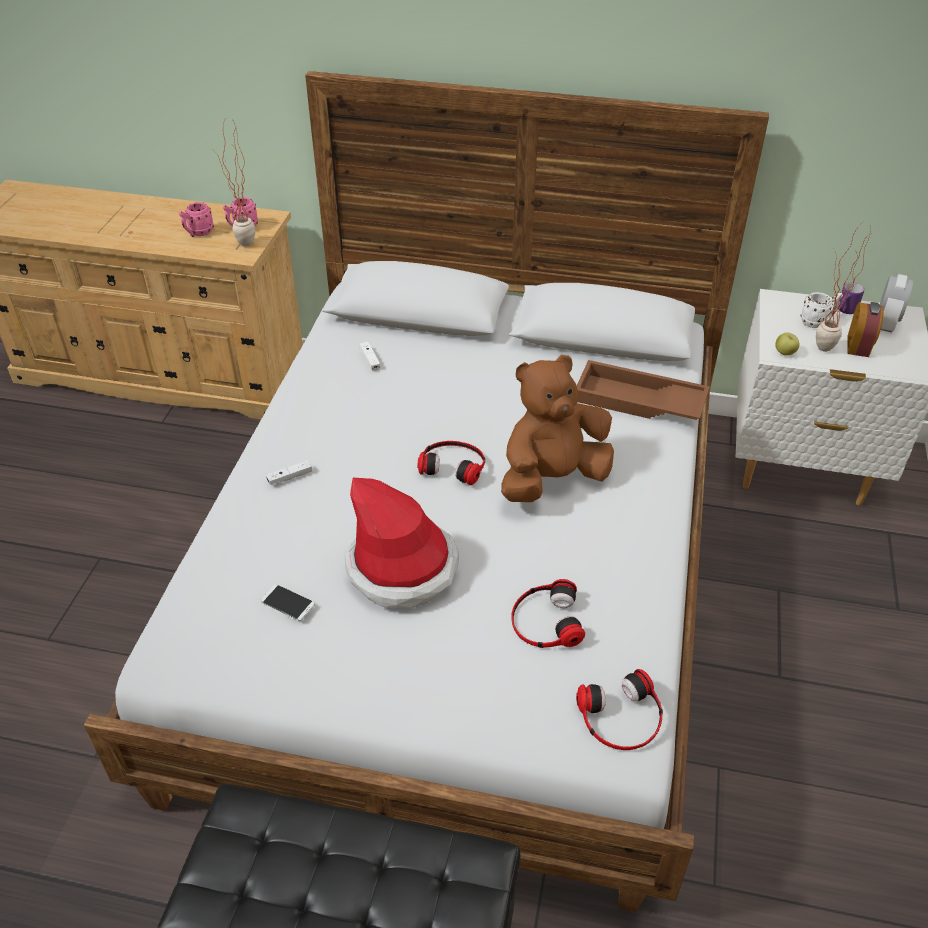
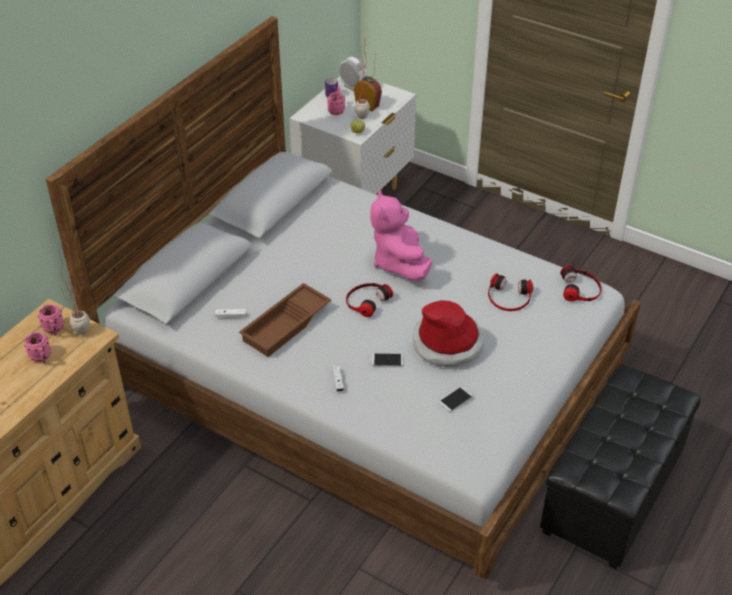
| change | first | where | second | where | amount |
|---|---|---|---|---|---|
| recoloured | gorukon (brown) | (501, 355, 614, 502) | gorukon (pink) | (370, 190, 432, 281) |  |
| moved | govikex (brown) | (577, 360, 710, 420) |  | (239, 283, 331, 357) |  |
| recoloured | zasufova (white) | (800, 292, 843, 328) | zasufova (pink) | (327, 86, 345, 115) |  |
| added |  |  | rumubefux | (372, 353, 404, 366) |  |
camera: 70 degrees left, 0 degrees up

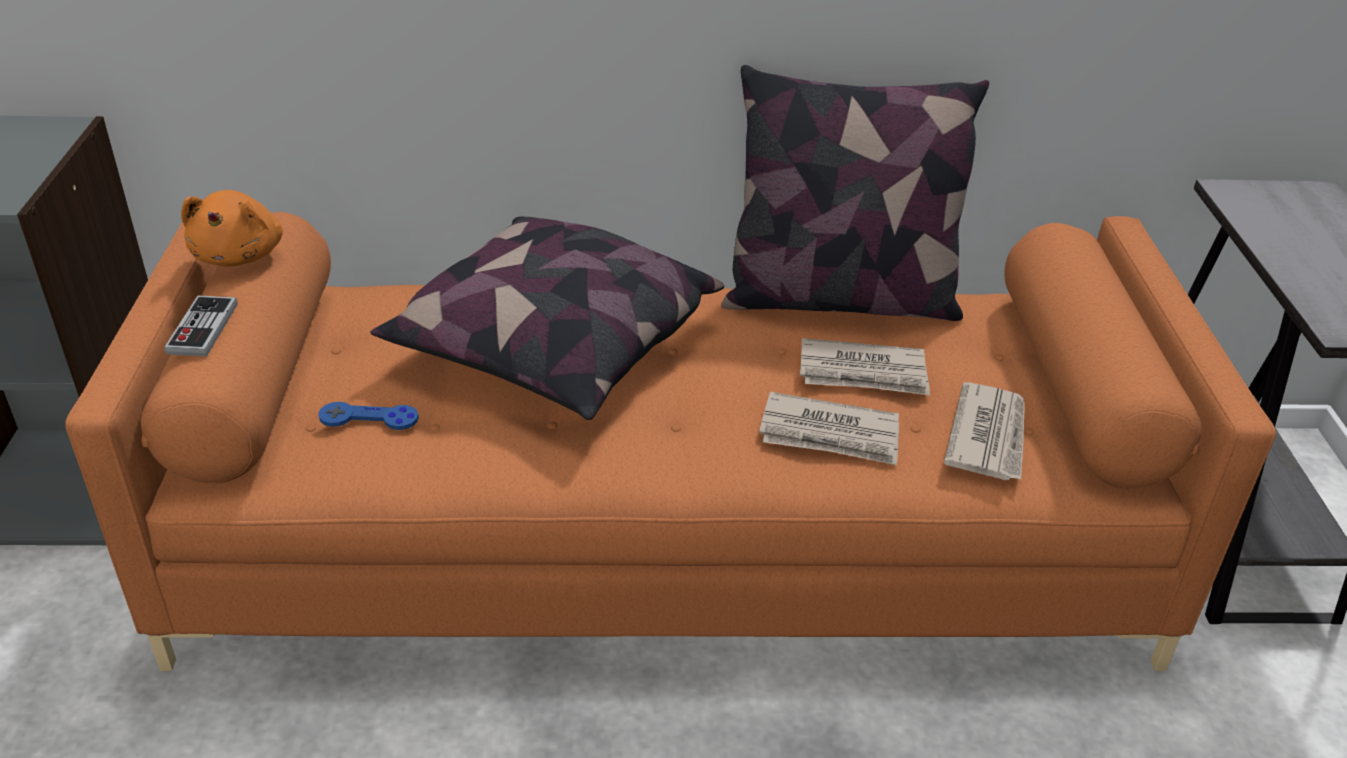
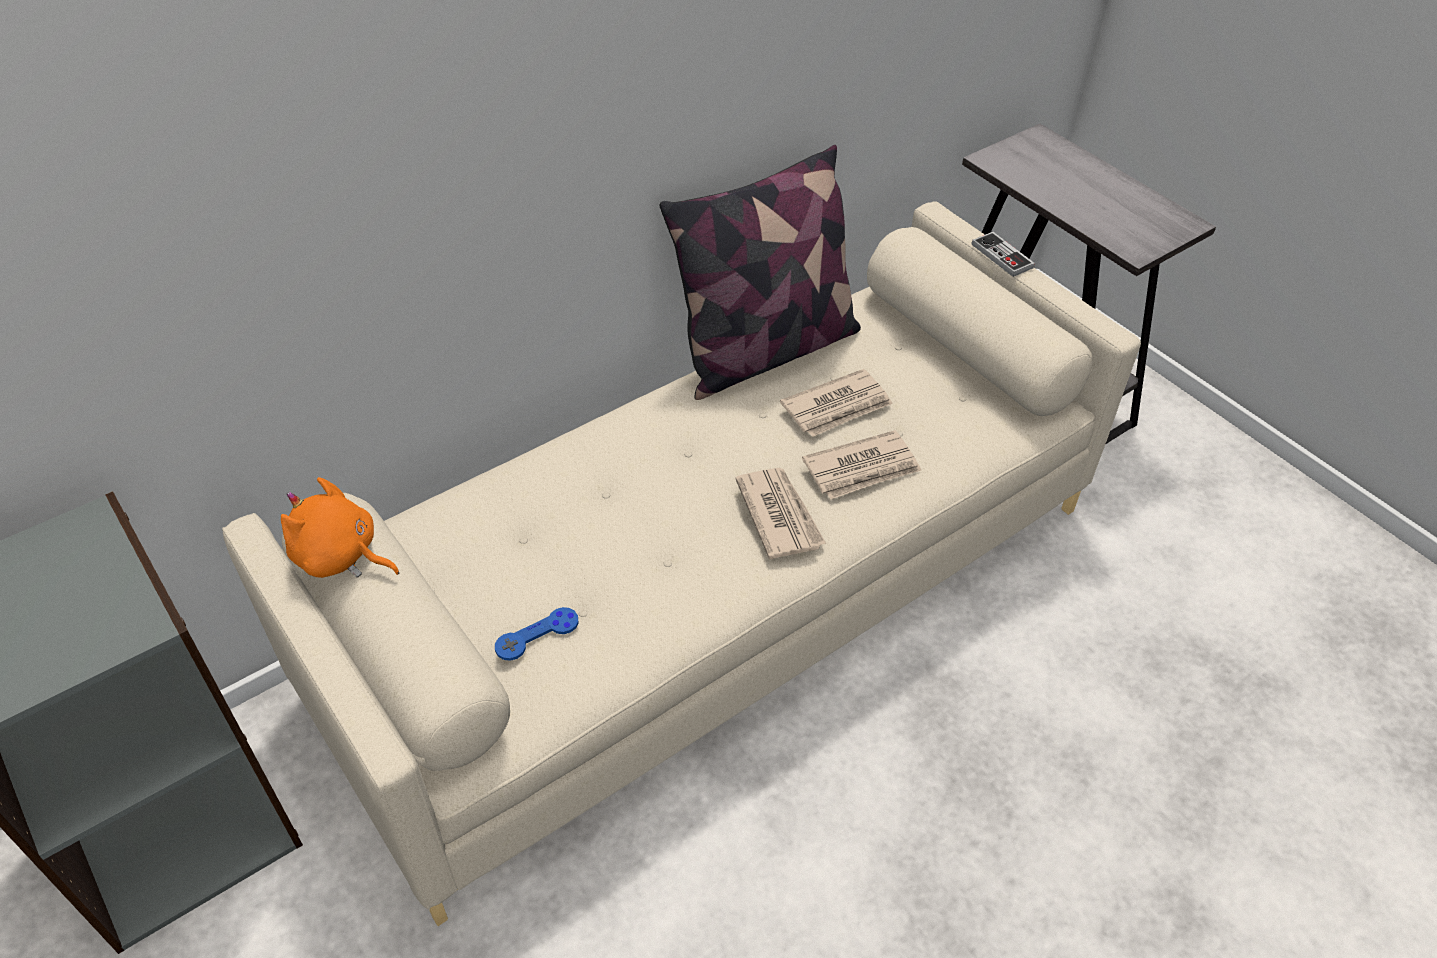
| change | first | where | second | where | amount |
|---|---|---|---|---|---|
| recoloured | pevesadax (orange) | (65, 212, 1276, 671) | pevesadax (beige) | (222, 201, 1141, 926) |  |
| moved | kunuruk | (164, 295, 237, 357) |  | (972, 232, 1035, 277) |  |
| turned | gorukon (orange) | (181, 190, 283, 266) |  | (281, 477, 399, 578) | 150 degrees clockwise |
| removed | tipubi | (370, 217, 724, 420) |  |  |  |
| moved | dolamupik | (944, 382, 1025, 480) |  | (735, 468, 826, 559) |  |
camera: 35 degrees left, 10 degrees up

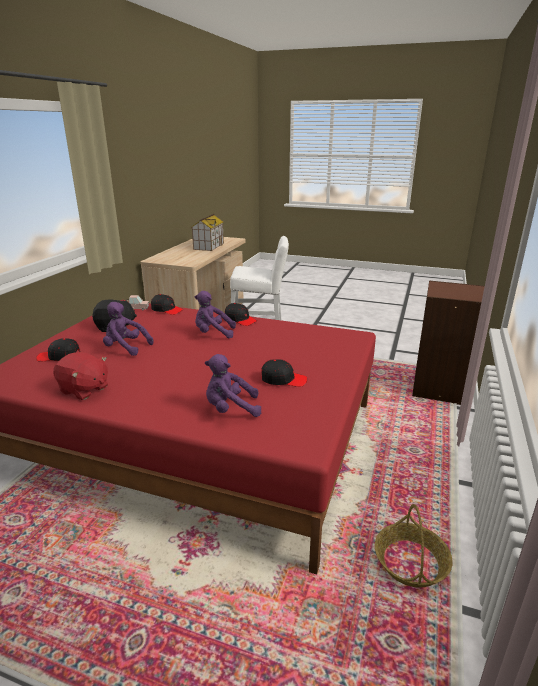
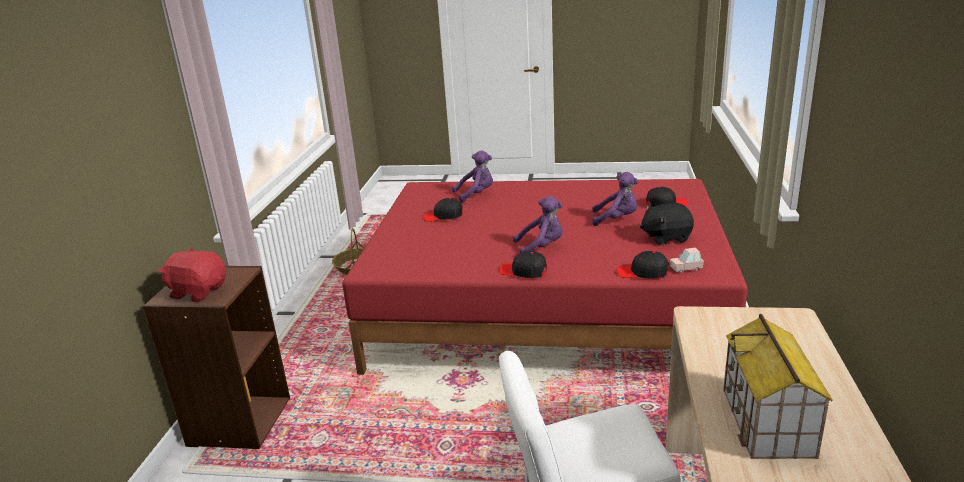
| change | first | where | second | where | amount |
|---|---|---|---|---|---|
| moved | gorukon (red) | (53, 352, 108, 400) |  | (158, 248, 226, 302) |  |
camera: 170 degrees right, 0 degrees up

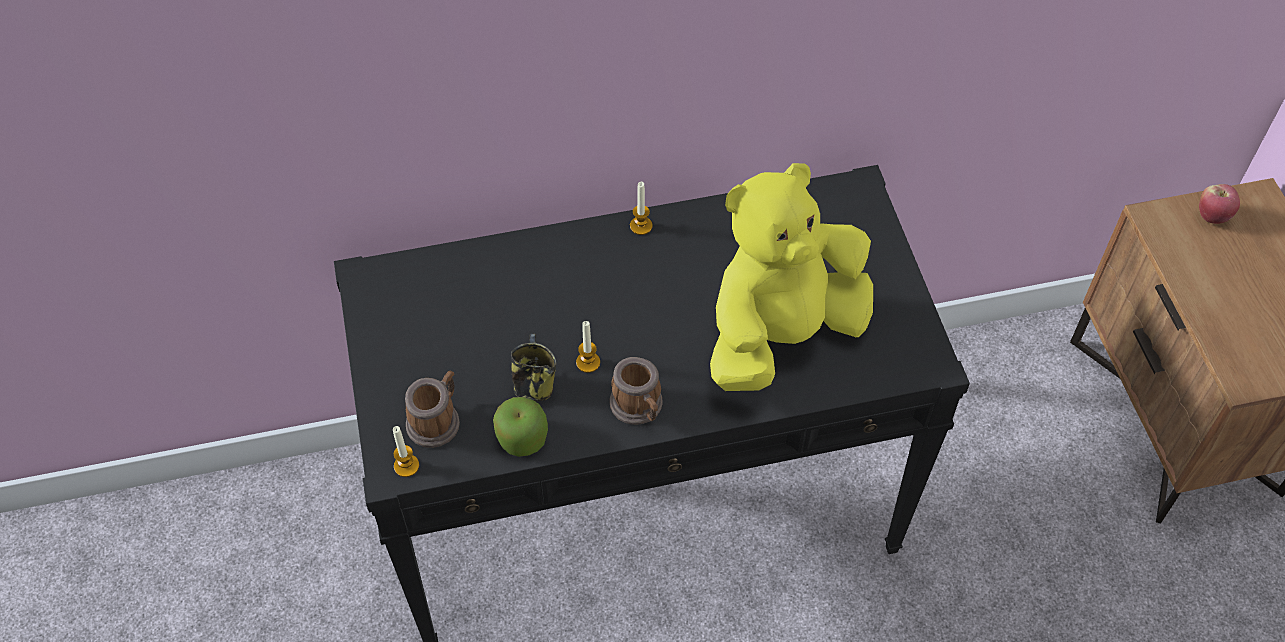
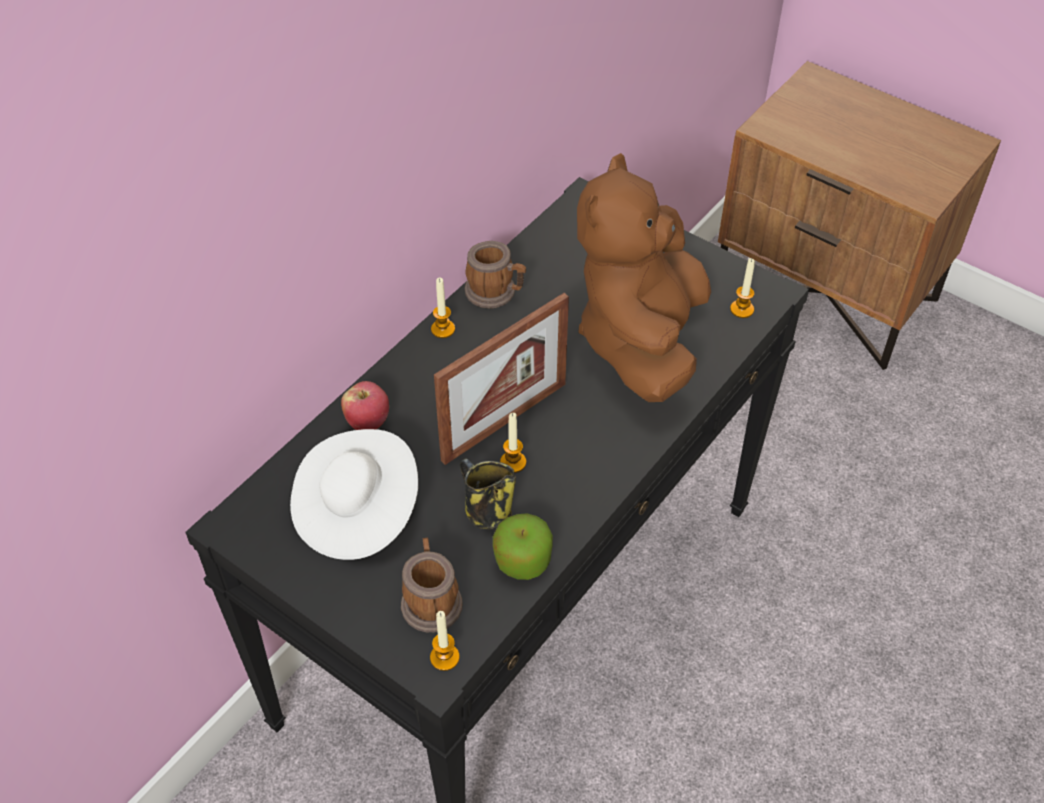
| change | first | where | second | where | amount |
|---|---|---|---|---|---|
| moved | zasufova | (610, 357, 663, 425) |  | (465, 241, 526, 308) |  |
| recoloured | gorukon (yellow) | (710, 163, 873, 391) | gorukon (brown) | (577, 153, 711, 402) |  |
| moved | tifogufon | (1199, 184, 1240, 224) |  | (341, 381, 389, 430) |  |
| added |  |  | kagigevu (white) | (290, 429, 418, 560) |  |
| added |  |  | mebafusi | (434, 293, 569, 465) |  |
| added |  |  | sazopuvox | (730, 258, 755, 318) |  |
camera: 40 degrees left, 5 degrees down

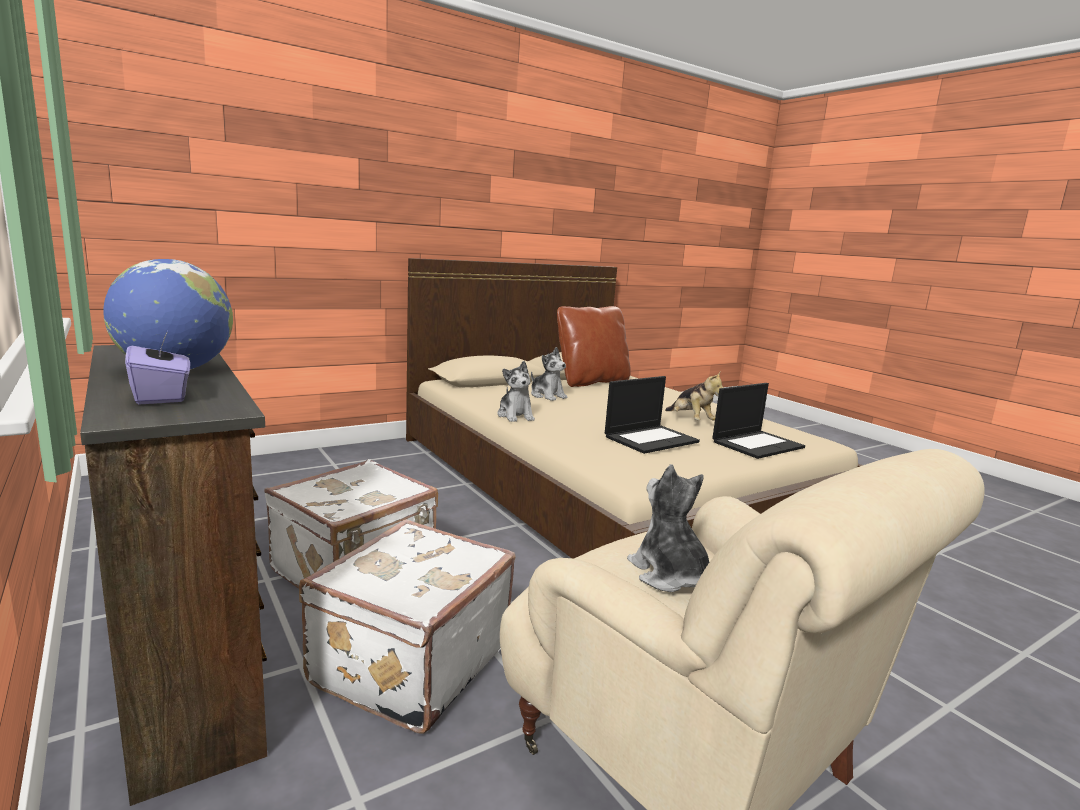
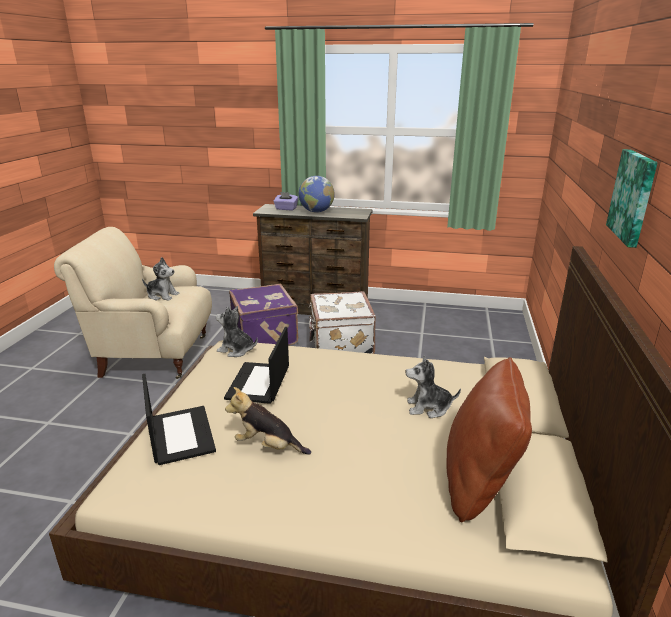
| change | first | where | second | where | amount |
|---|---|---|---|---|---|
| recoloured | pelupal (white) | (299, 519, 516, 734) | pelupal (purple) | (229, 284, 298, 345) |  |
| moved | gorukon | (497, 361, 535, 422) |  | (216, 306, 258, 357) |  |
| turned | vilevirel | (712, 383, 805, 459) |  | (142, 374, 216, 465) | 150 degrees clockwise |
| added |  |  | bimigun | (606, 149, 658, 248) |  |
camera: 135 degrees right, 10 degrees up

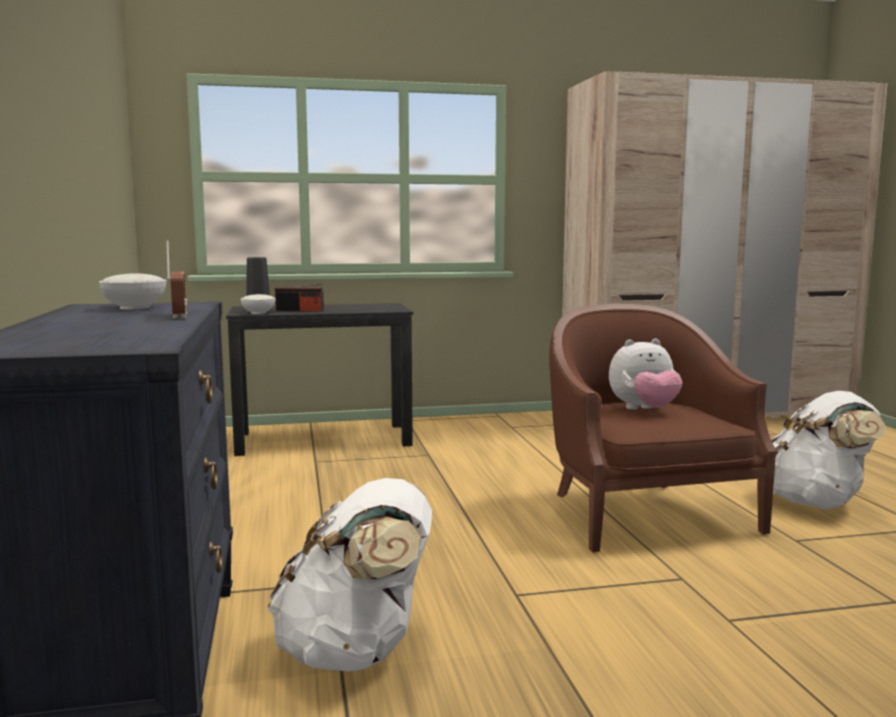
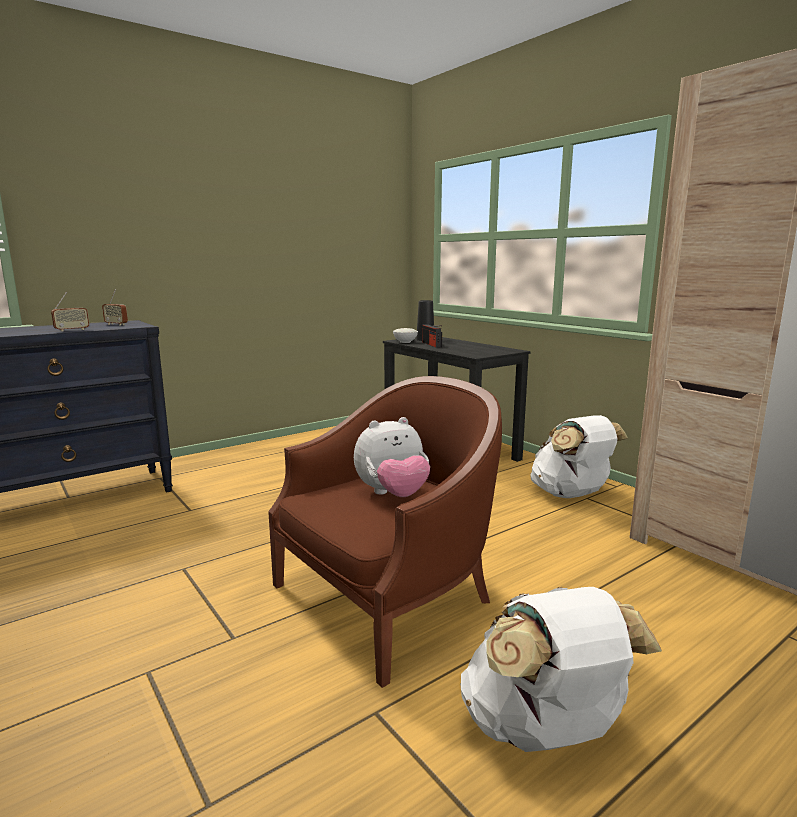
| change | first | where | second | where | amount |
|---|---|---|---|---|---|
| replaced | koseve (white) | (99, 274, 166, 309) | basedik | (102, 289, 128, 326) |  |
| moved | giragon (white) | (268, 478, 432, 672) |  | (530, 415, 628, 498) |  |
| turned | gorukon | (609, 339, 682, 410) |  | (354, 417, 430, 497) | 75 degrees counterclockwise |
camera: 65 degrees right, 5 degrees up

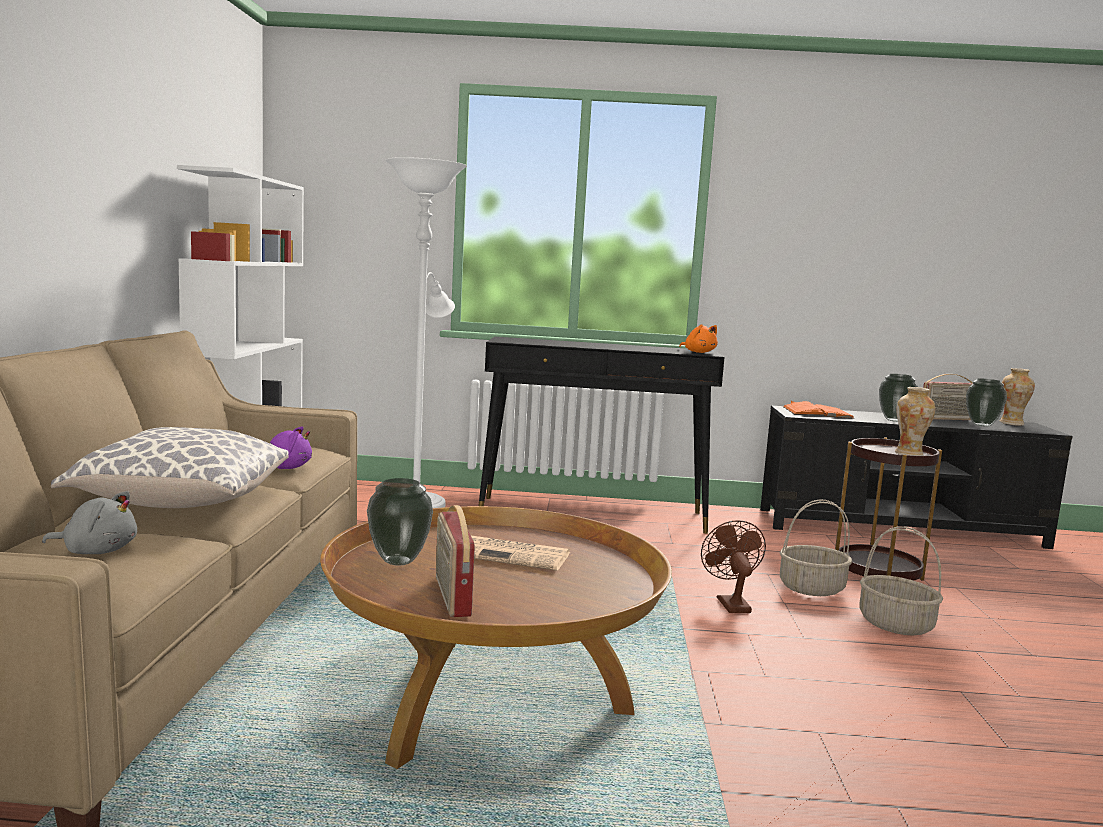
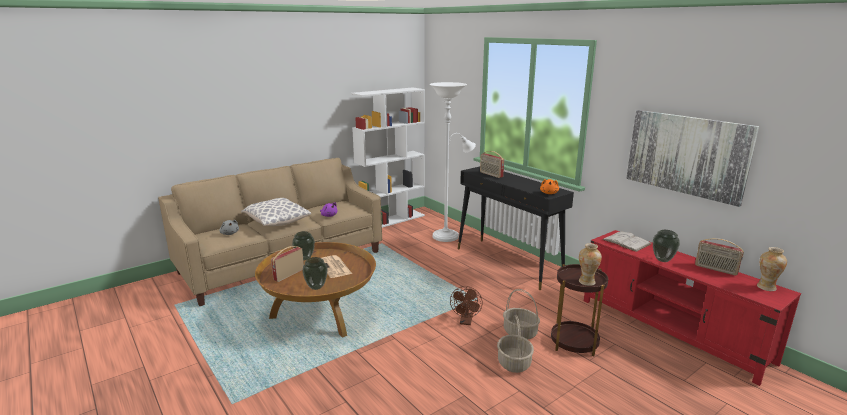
| change | first | where | second | where | amount |
|---|---|---|---|---|---|
| turned | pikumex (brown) | (701, 520, 766, 613) |  | (450, 286, 483, 325) | 150 degrees clockwise |
| recoloured | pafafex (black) | (760, 406, 1072, 549) | pafafex (red) | (584, 230, 801, 386) |  |
| recoloured | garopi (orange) | (782, 401, 855, 419) | garopi (white) | (602, 230, 651, 252) |  |
| moved | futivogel | (966, 379, 1007, 427) |  | (302, 257, 328, 290) |  |
| added |  |  | basedik | (480, 151, 504, 178) |  |
| added |  |  | bimigun | (626, 110, 759, 207) |  |
camera: 50 degrees right, 10 degrees up

